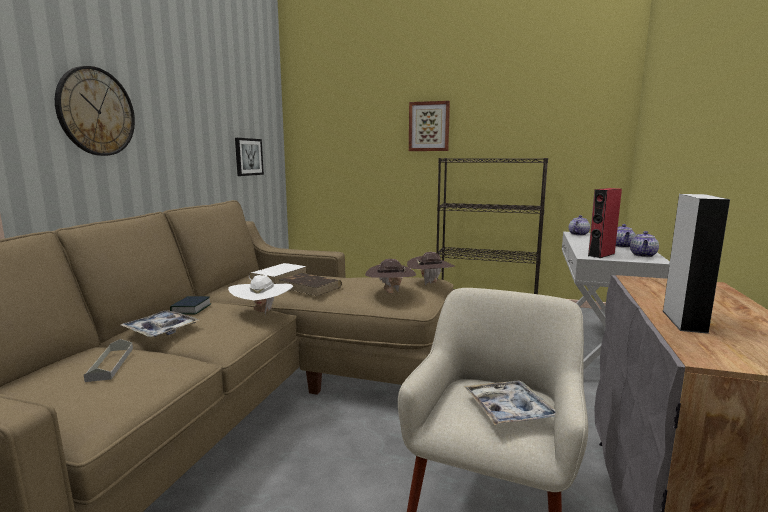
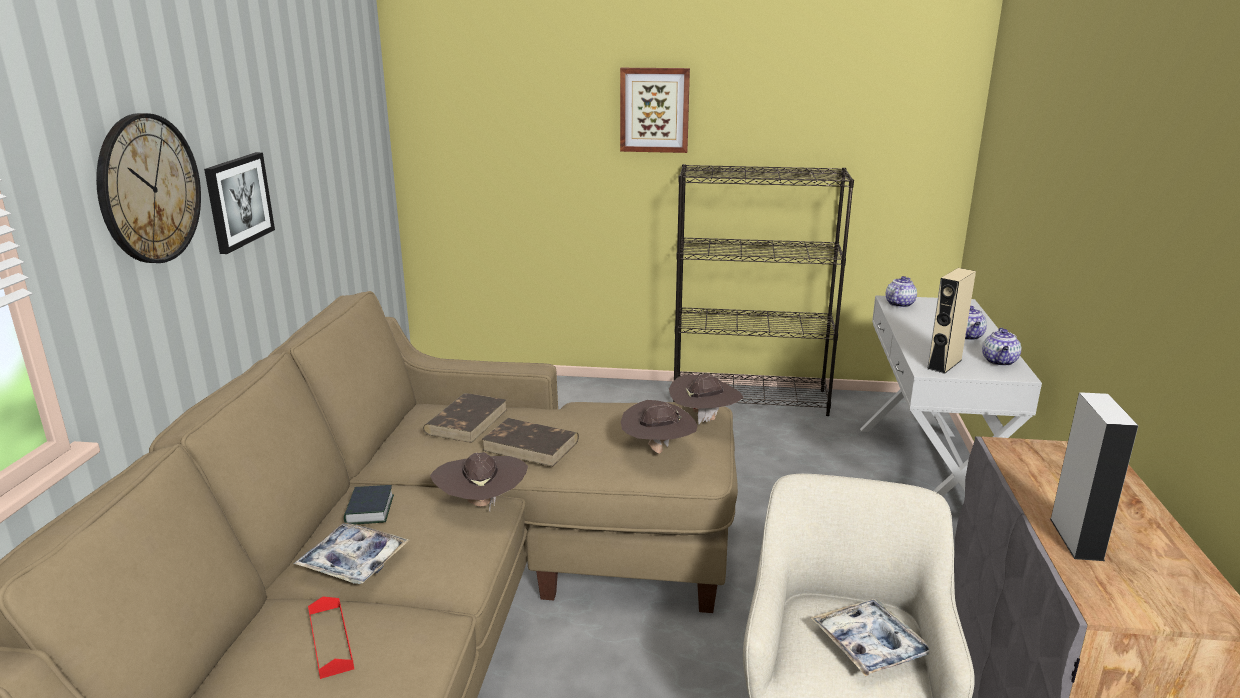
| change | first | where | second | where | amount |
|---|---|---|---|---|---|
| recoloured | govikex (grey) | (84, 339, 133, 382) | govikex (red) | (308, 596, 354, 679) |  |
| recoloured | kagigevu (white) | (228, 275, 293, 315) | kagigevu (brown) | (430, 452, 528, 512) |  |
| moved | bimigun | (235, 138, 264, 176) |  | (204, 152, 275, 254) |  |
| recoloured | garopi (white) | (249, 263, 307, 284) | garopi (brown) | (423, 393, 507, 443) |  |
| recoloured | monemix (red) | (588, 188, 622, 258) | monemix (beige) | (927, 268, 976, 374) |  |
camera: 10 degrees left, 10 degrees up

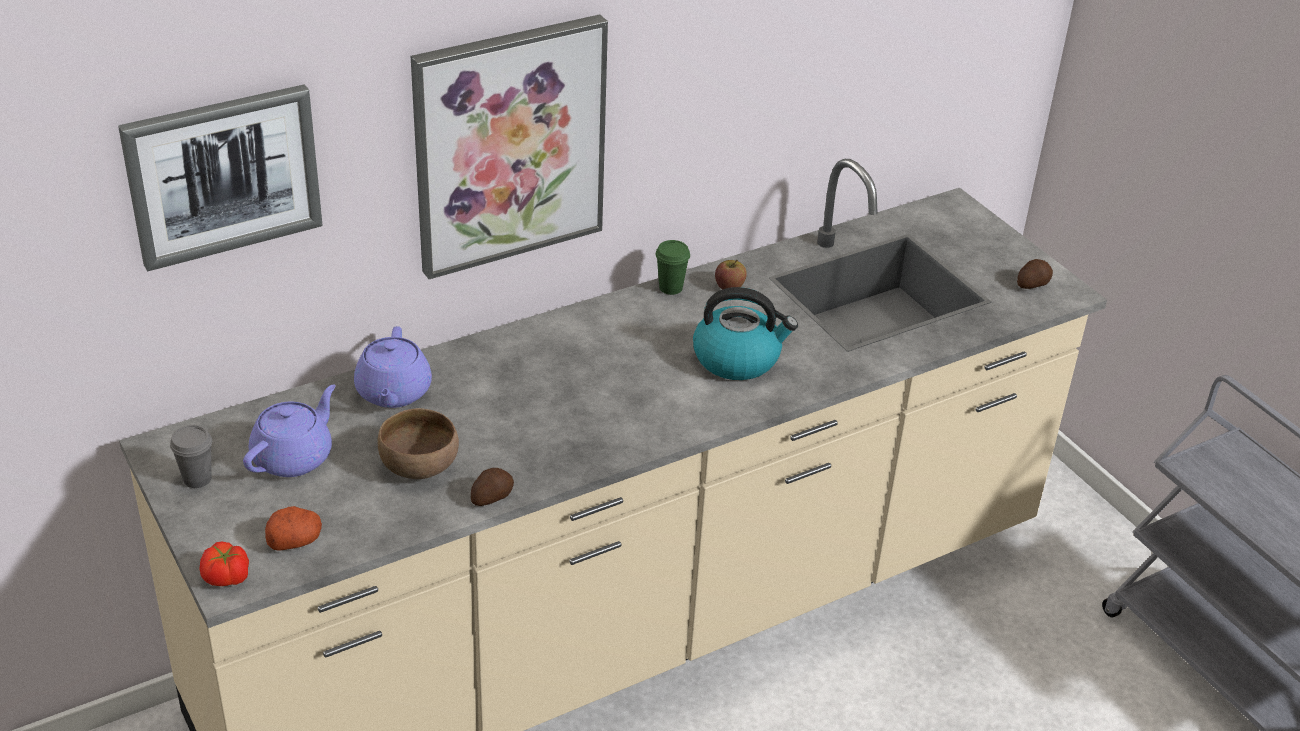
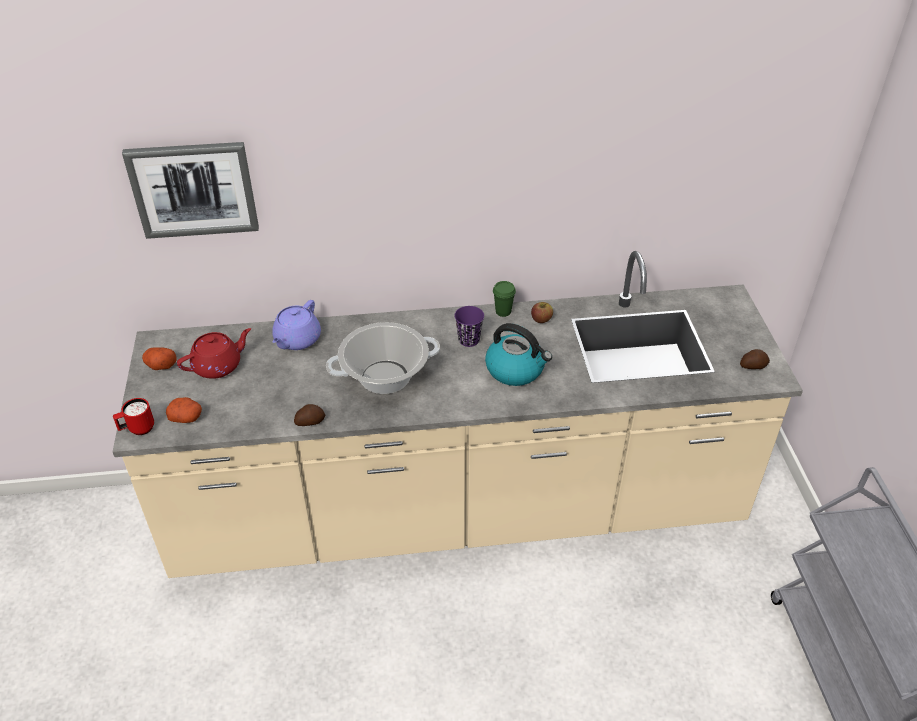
| change | first | where | second | where | amount |
|---|---|---|---|---|---|
| replaced | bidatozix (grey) | (170, 425, 212, 488) | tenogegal | (142, 347, 176, 370) |  |
| replaced | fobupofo | (200, 541, 249, 586) | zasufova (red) | (113, 398, 154, 435) |  |
| recoloured | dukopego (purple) | (243, 384, 336, 477) | dukopego (red) | (177, 328, 251, 379) |  |
| removed | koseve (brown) | (378, 408, 459, 479) |  |  |  |
| removed | bimigun | (411, 14, 608, 279) |  |  |  |
| added |  |  | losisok | (326, 322, 440, 394) |  |
| added |  |  | bidatozix (purple) | (454, 306, 484, 347) |  |
camera: 25 degrees right, 5 degrees up

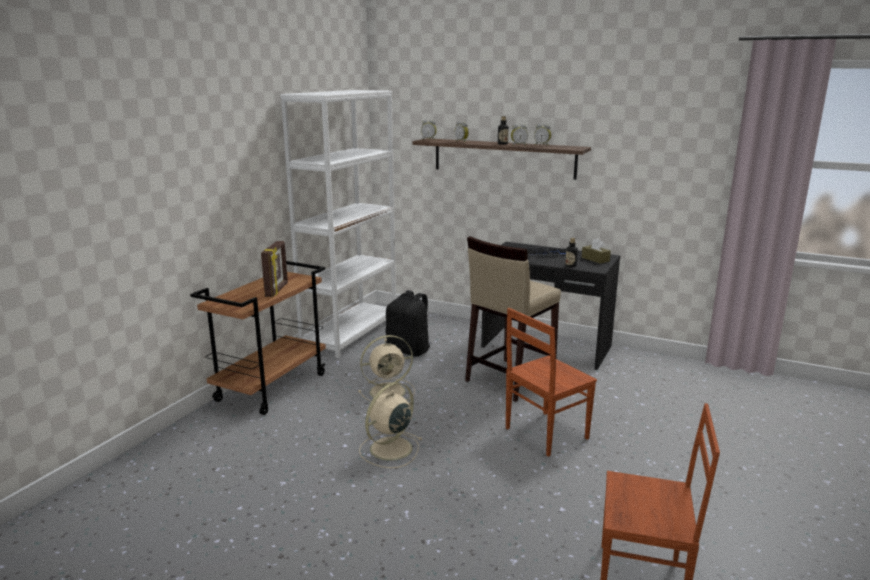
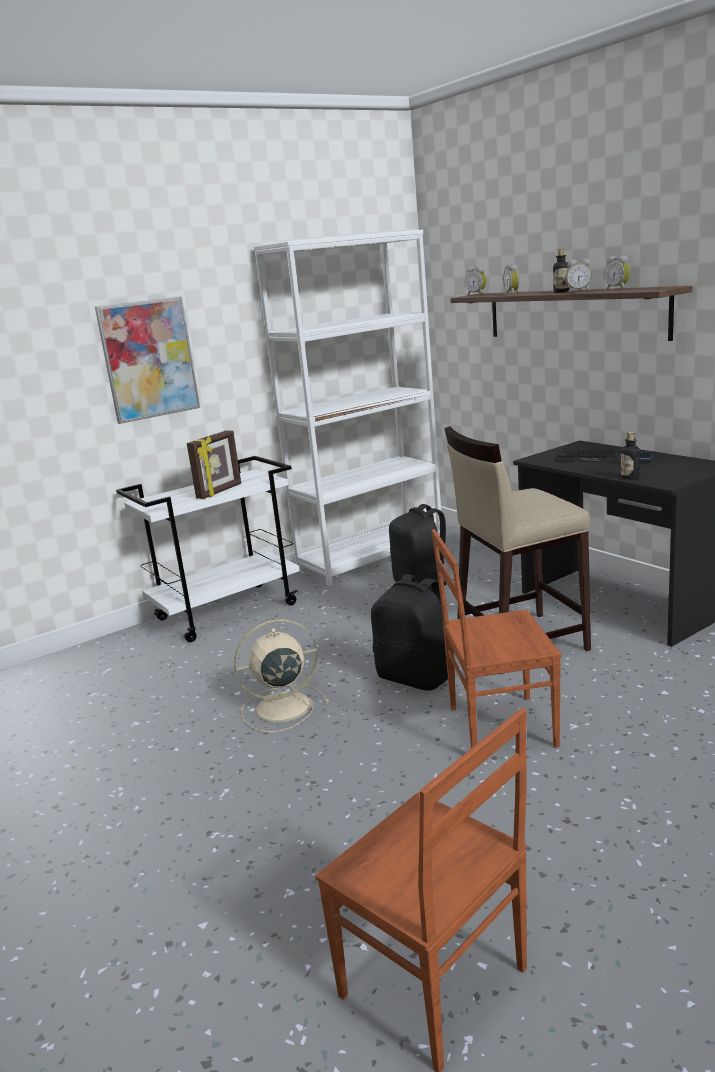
| change | first | where | second | where | amount |
|---|---|---|---|---|---|
| recoloured | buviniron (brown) | (190, 261, 326, 415) | buviniron (white) | (116, 456, 300, 642) |  |
| removed | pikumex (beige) | (358, 335, 415, 402) |  |  |  |
| removed | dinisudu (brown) | (582, 238, 611, 264) |  |  |  |
| added |  |  | bimigun | (95, 297, 200, 424) |  |
| added |  |  | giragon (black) | (371, 574, 448, 691) |  |
camera: 30 degrees right, 0 degrees up

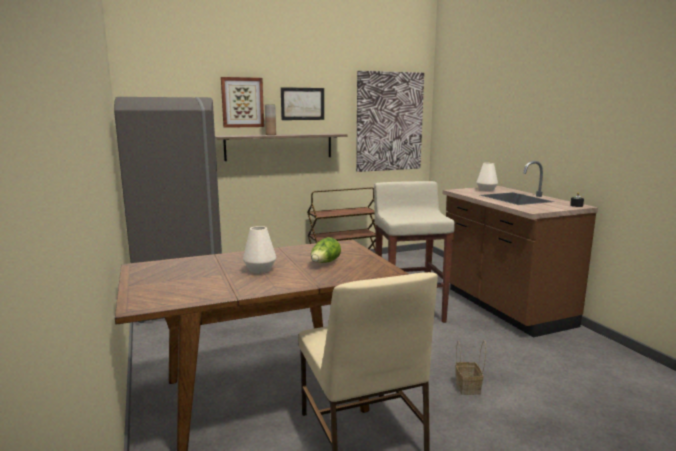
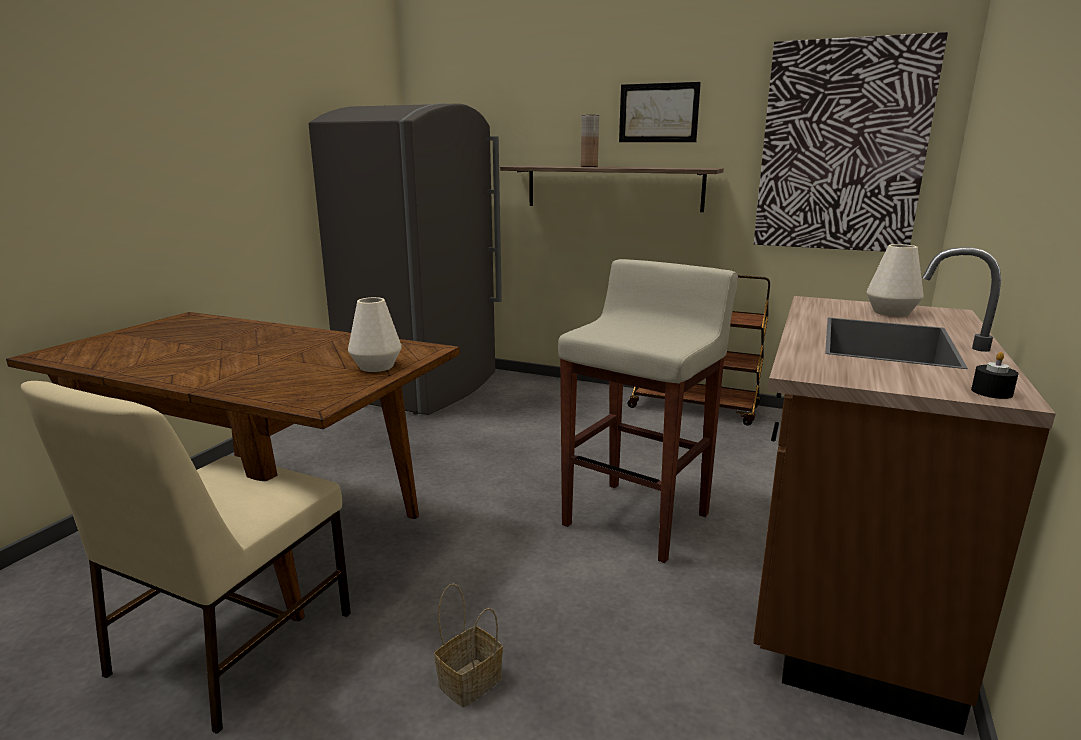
| change | first | where | second | where | amount |
|---|---|---|---|---|---|
| removed | bimigun | (221, 77, 264, 128) |  |  |  |
| moved | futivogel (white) | (243, 226, 276, 273) |  | (348, 297, 402, 372) |  |
| removed | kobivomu | (311, 237, 341, 263) |  |  |  |
camera: 45 degrees right, 5 degrees up

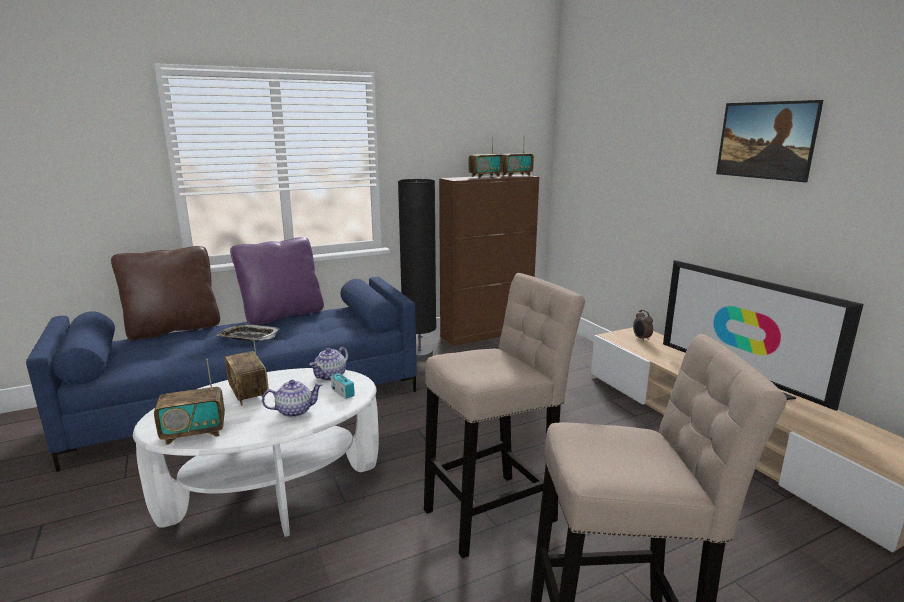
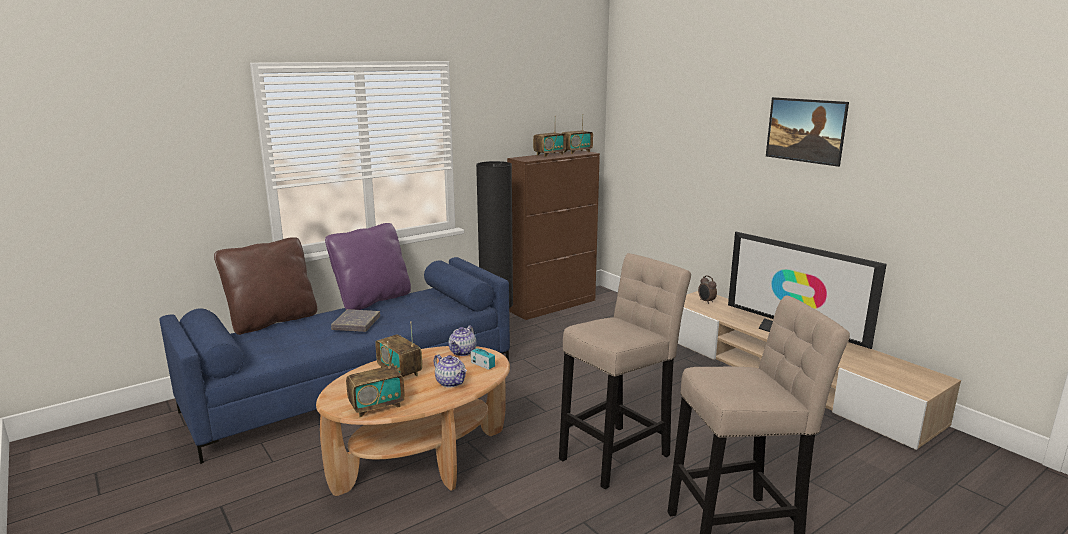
| change | first | where | second | where | amount |
|---|---|---|---|---|---|
| recoloured | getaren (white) | (133, 368, 379, 537) | getaren (brown) | (316, 346, 510, 496) |  |
| replaced | govikex | (217, 324, 279, 342) | garopi (grey) | (331, 309, 380, 332) |  |
| turned | dukopego | (262, 380, 323, 417) |  | (434, 354, 467, 387) | 75 degrees clockwise |
camera: 10 degrees left, 0 degrees up

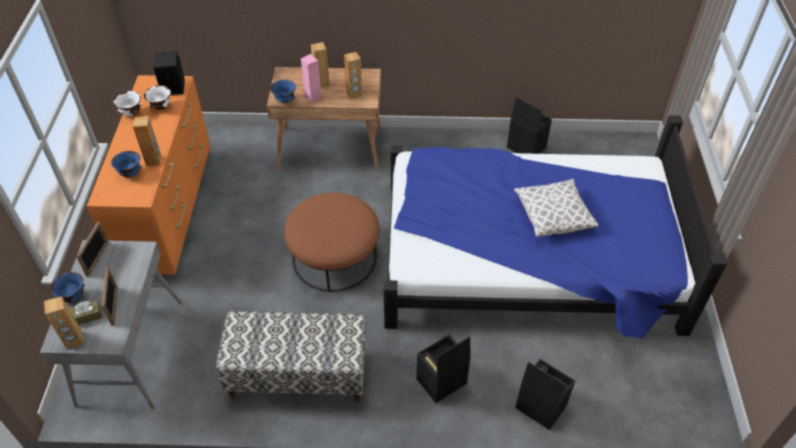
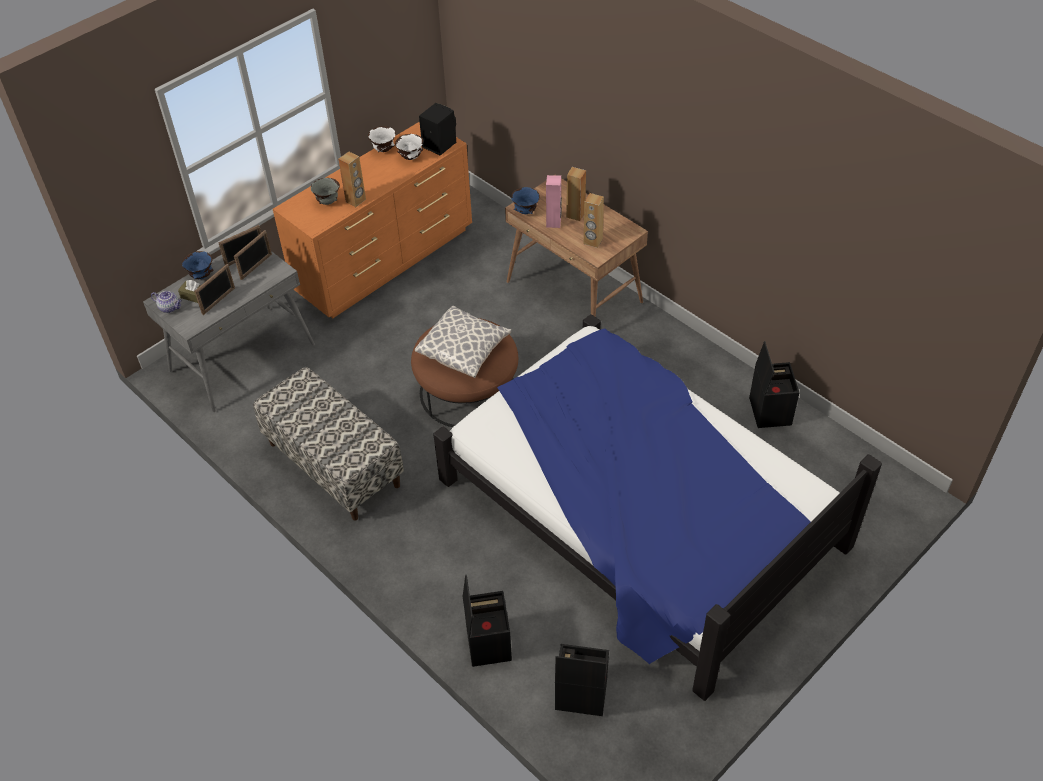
| change | first | where | second | where | amount |
|---|---|---|---|---|---|
| replaced | monemix (brown) | (44, 296, 84, 349) | dukopego | (151, 291, 182, 313) |  |
| recoloured | koseve (blue) | (111, 151, 142, 178) | koseve (grey) | (311, 178, 340, 205) |  |
| moved | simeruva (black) | (416, 334, 471, 403) |  | (555, 644, 609, 716) |  |
| moved | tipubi | (514, 179, 598, 237) |  | (415, 306, 511, 378) |  |
| added |  |  | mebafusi | (234, 230, 272, 280) |  |
camera: 45 degrees right, 0 degrees up

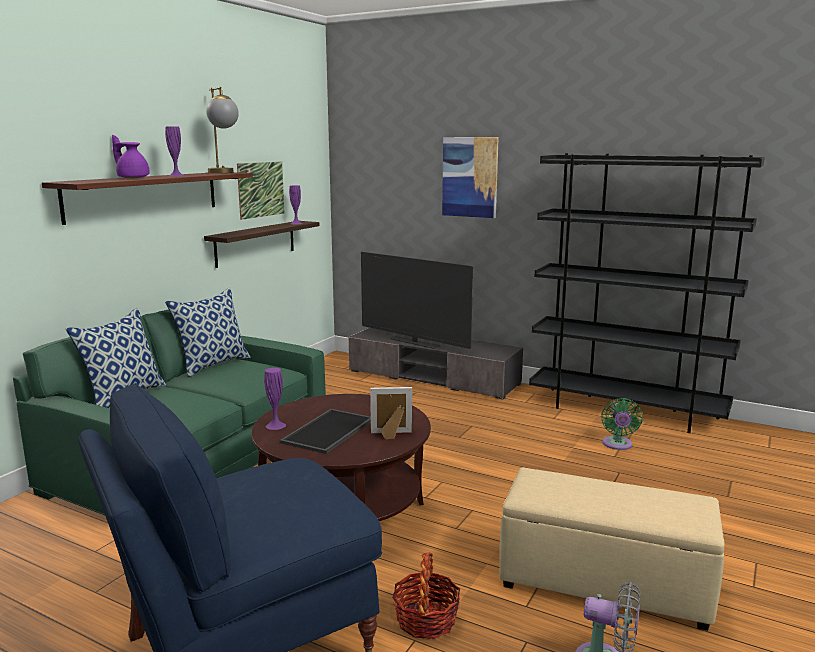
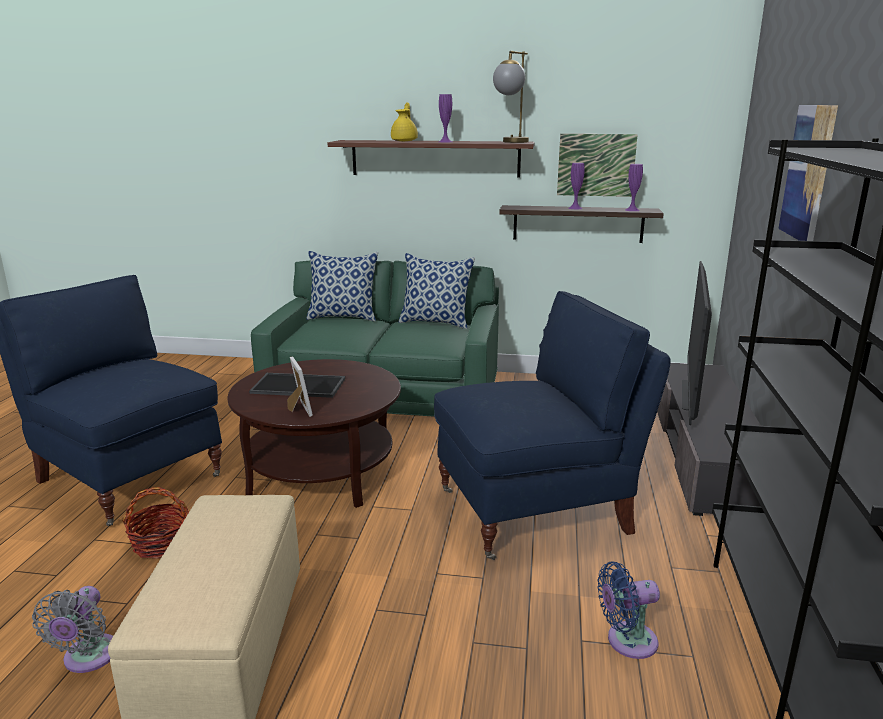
| change | first | where | second | where | amount |
|---|---|---|---|---|---|
| recoloured | dukopego (purple) | (112, 135, 149, 178) | dukopego (yellow) | (391, 103, 418, 141) |  |
| moved | futivogel (purple) | (264, 368, 286, 430) |  | (568, 163, 585, 209) |  |
| recoloured | pikumex (green) | (601, 398, 643, 450) | pikumex (blue) | (597, 561, 660, 659) |  |
| added |  |  | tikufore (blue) | (434, 291, 671, 560) |  |
camera: 70 degrees right, 5 degrees up

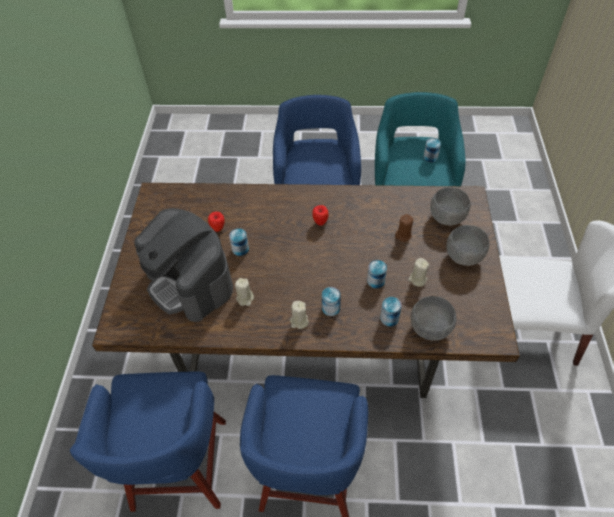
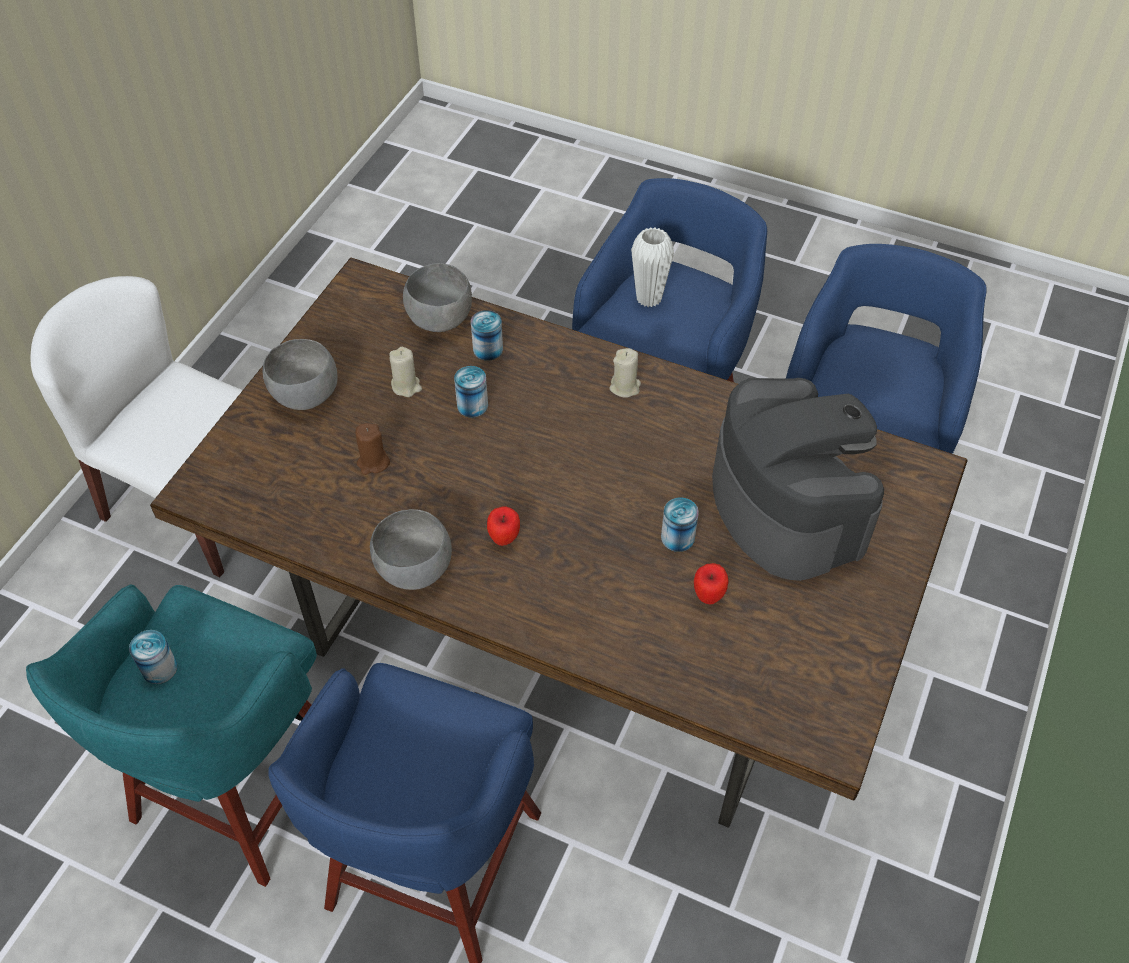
| change | first | where | second | where | amount |
|---|---|---|---|---|---|
| removed | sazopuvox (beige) | (235, 278, 254, 306) |  |  |  |
| removed | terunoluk | (322, 287, 341, 316) |  |  |  |
| moved | koseve (grey) | (430, 187, 470, 226) |  | (370, 509, 452, 590) |  |
| added |  |  | futivogel (white) | (631, 227, 674, 307) |  |
camera: 160 degrees left, 0 degrees up

